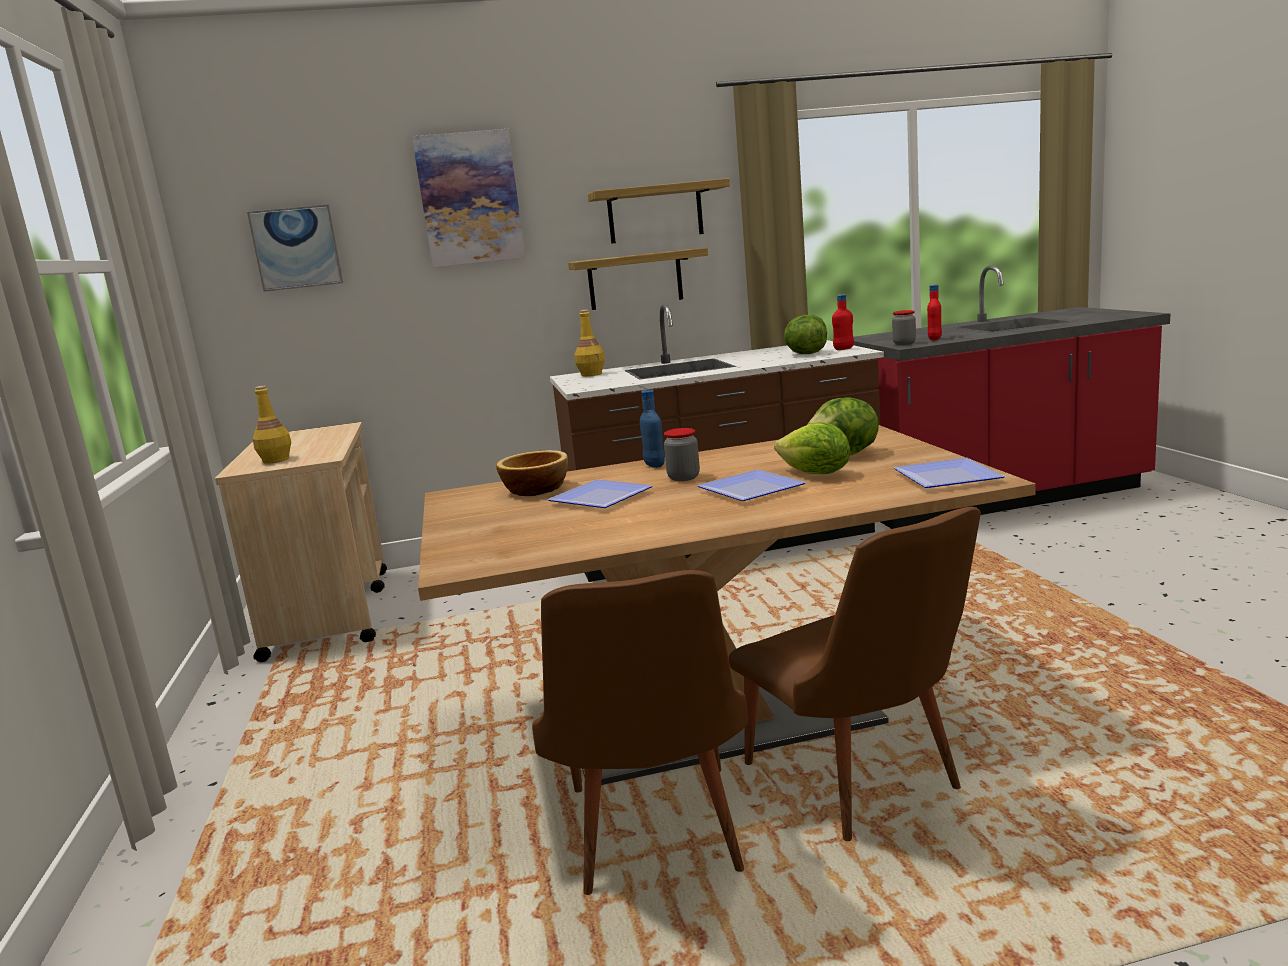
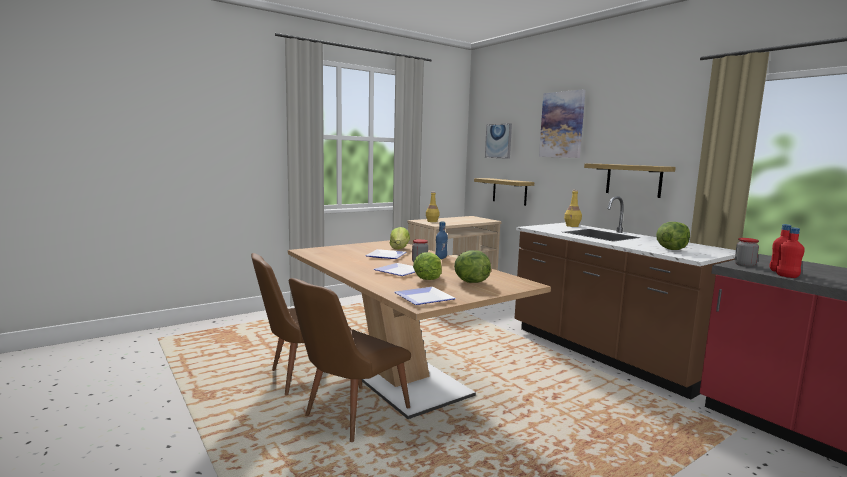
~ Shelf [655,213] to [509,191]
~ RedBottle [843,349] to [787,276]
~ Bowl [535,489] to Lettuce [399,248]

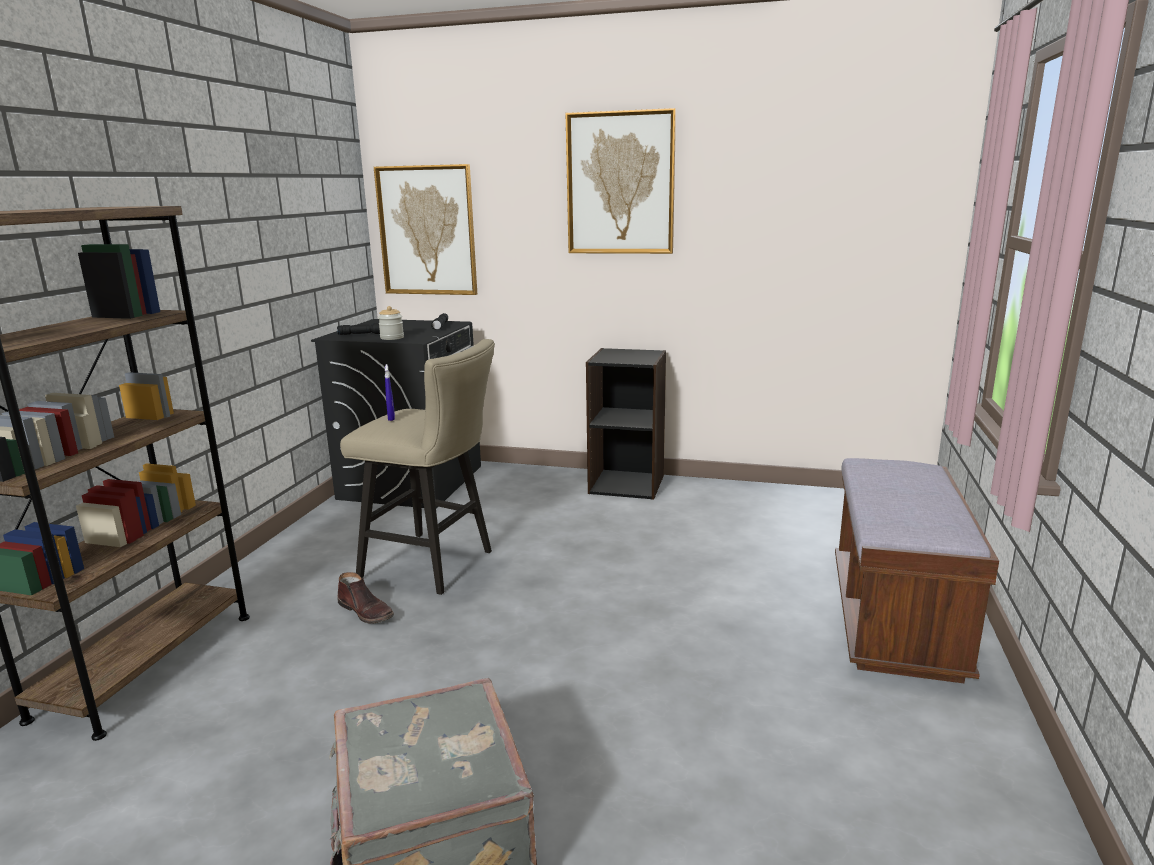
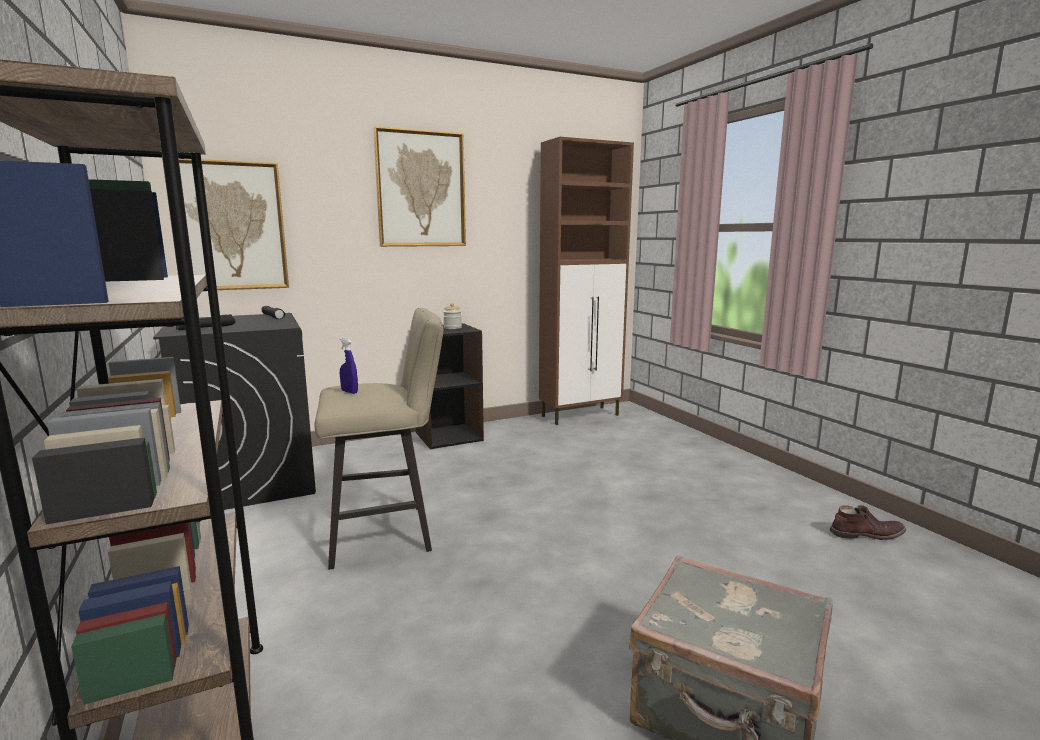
- BrownBench [894,619]
+ BrownCabinet [581,415]
~ BrownBoot [367,611] to [865,534]
~ Jar [392,338] to [452,328]

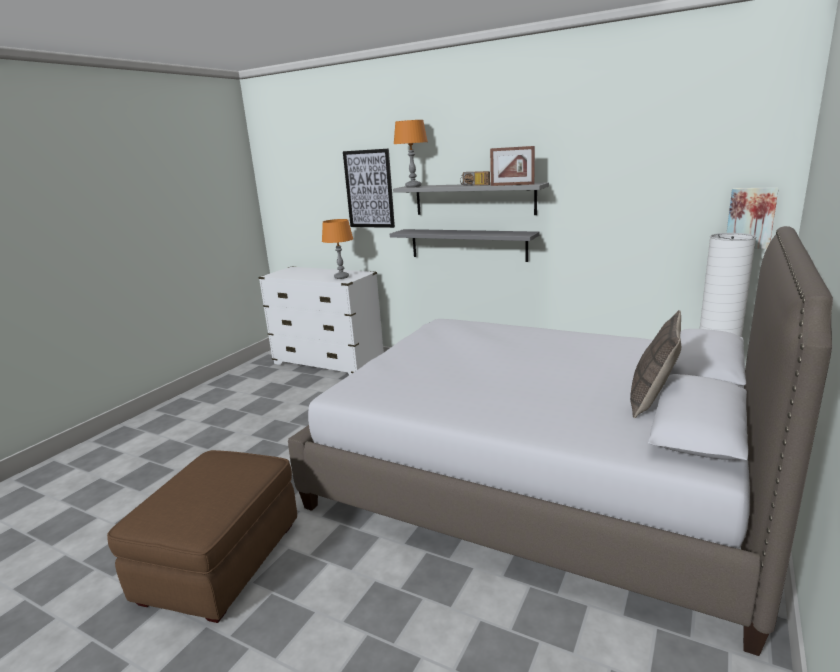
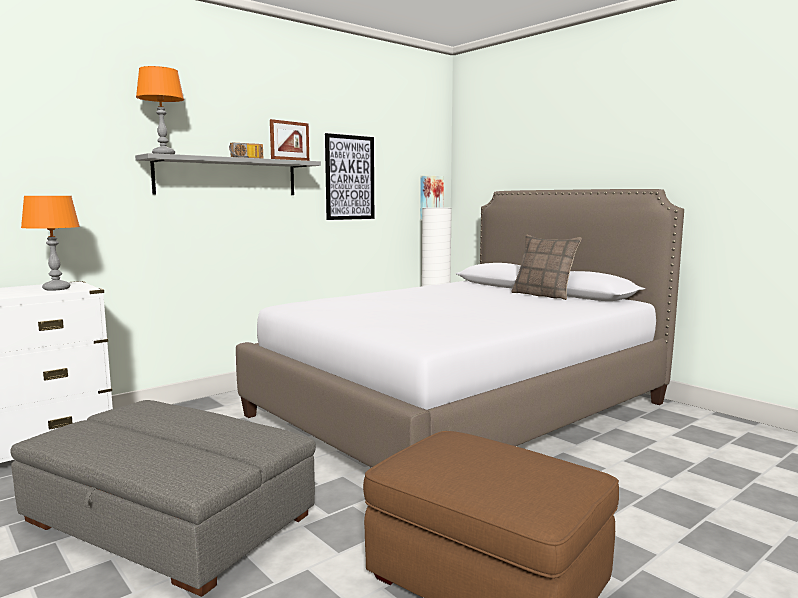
- GreyShelf [467,244]
+ GreyOttoman [170,517]
~ Picture [369,189] to [349,177]

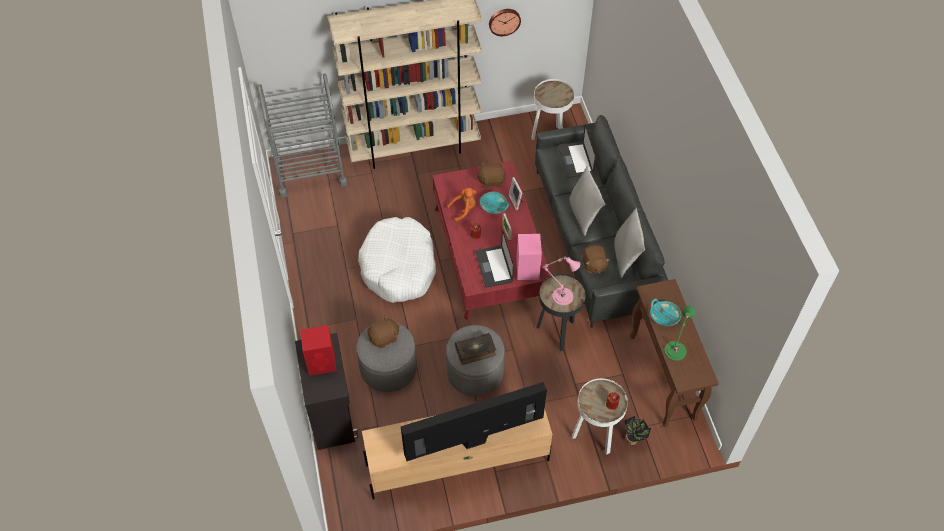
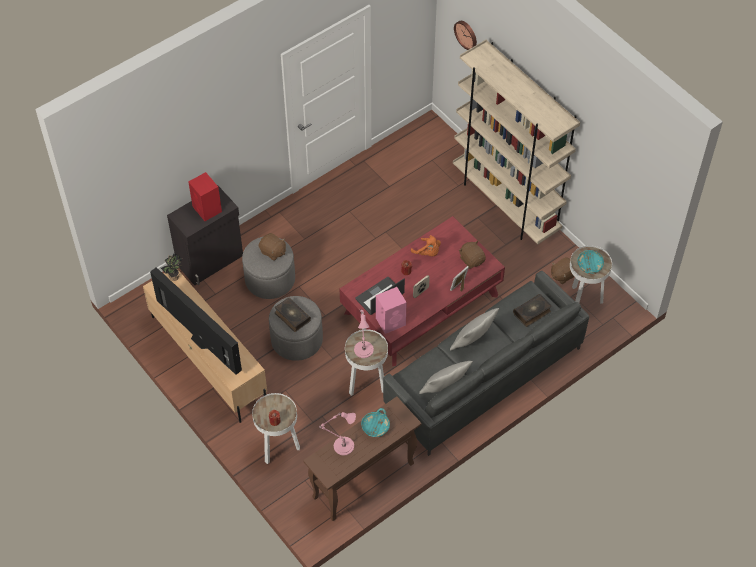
- GreyCart [310,172]
- WhiteDogBed [399,267]
~ TurquoiseBowl [494,206] to [589,265]
~ WallClock [504,21] to [466,34]
~ BrownPlushToy [593,265] to [562,275]
~ PottedPlant [633,440] to [174,278]
~ Laptop [575,160] to Book [532,313]
~ BlackSideTable [557,333] to WhiteSideTable [366,385]
~ GreenTableLamp [674,352] to PinkTableLamp [342,446]

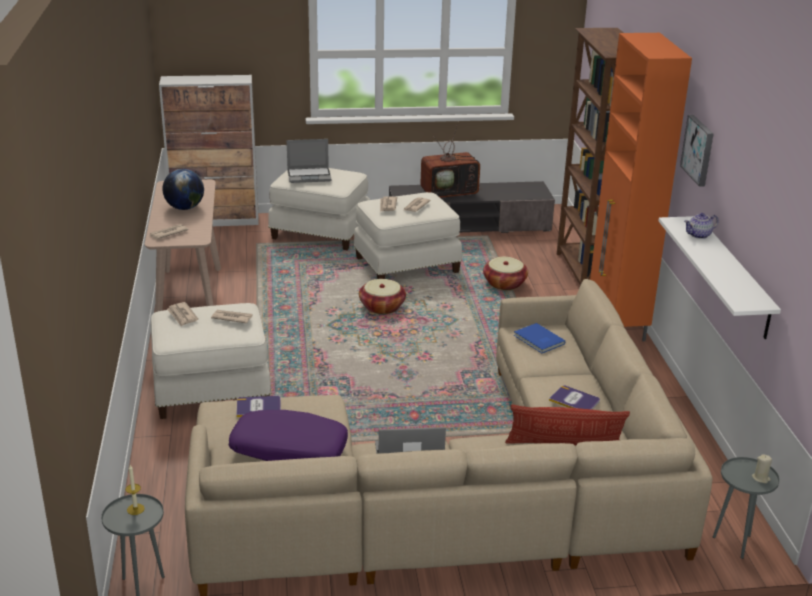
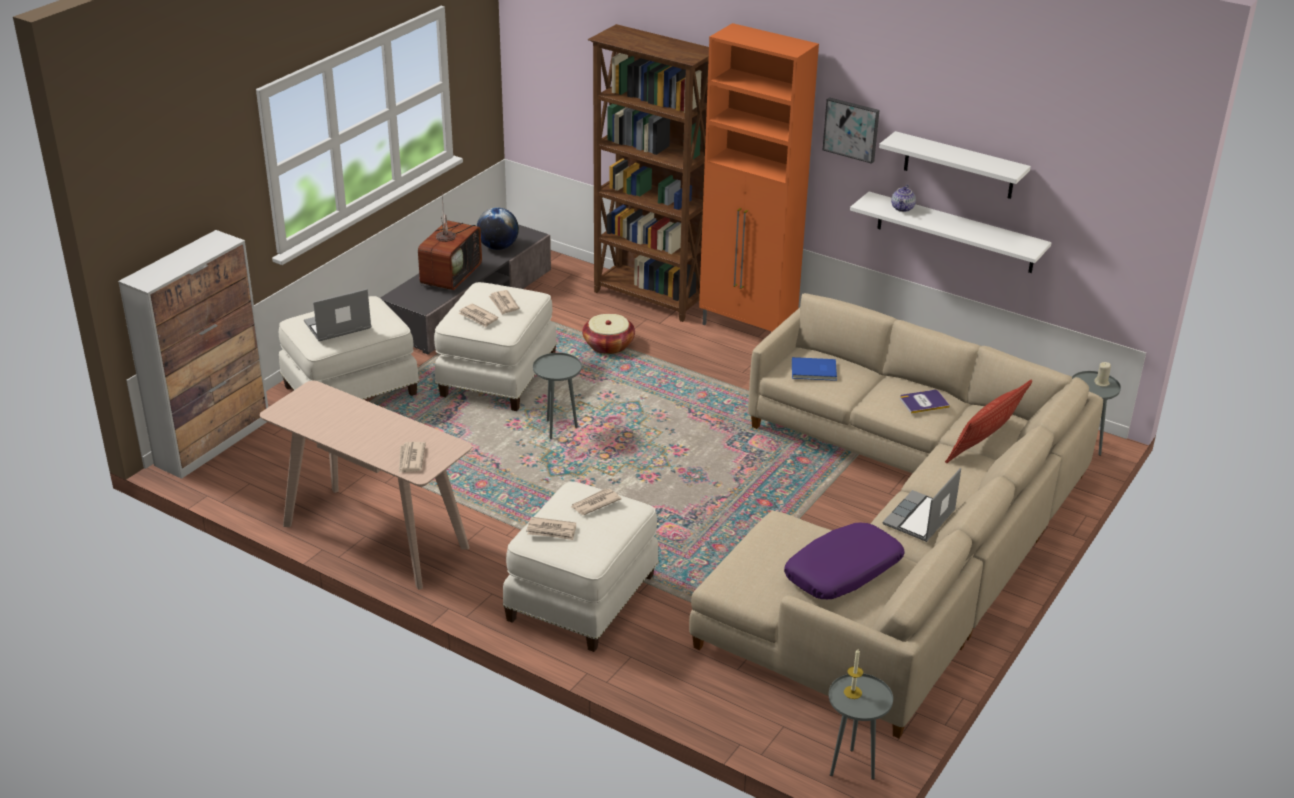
- Book [258,407]
+ WhiteShelf [959,166]
~ Globe [184,208] to [498,247]
~ Basket [382,307] to GreySideTable [558,429]
~ Laptop [309,176] = [337,326] 150 degrees counterclockwise

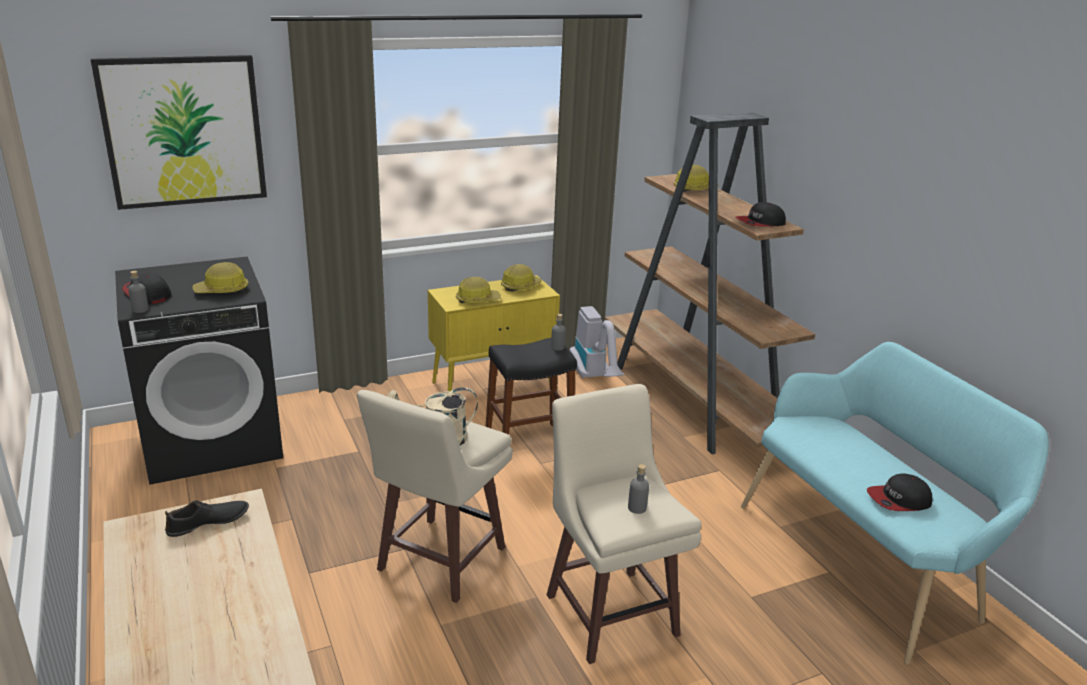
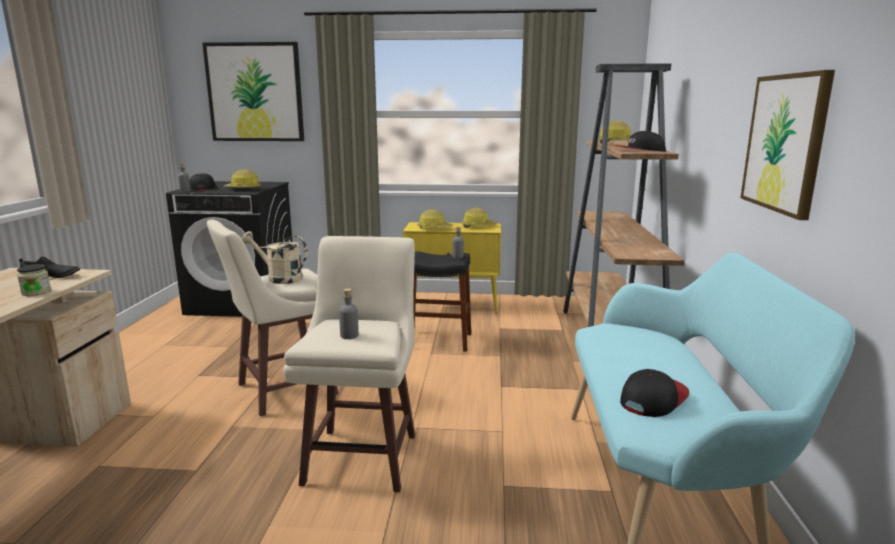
- VacuumCleaner [594,377]
+ Jar [36,292]
+ Picture [785,143]
~ Cap [898,500] = [653,399] 120 degrees clockwise

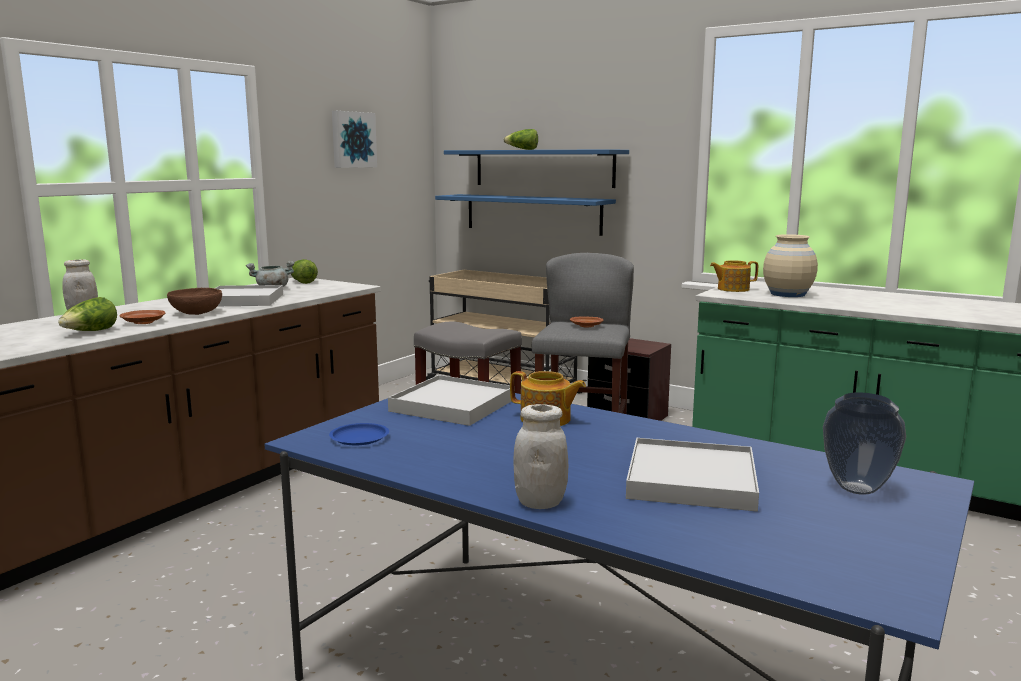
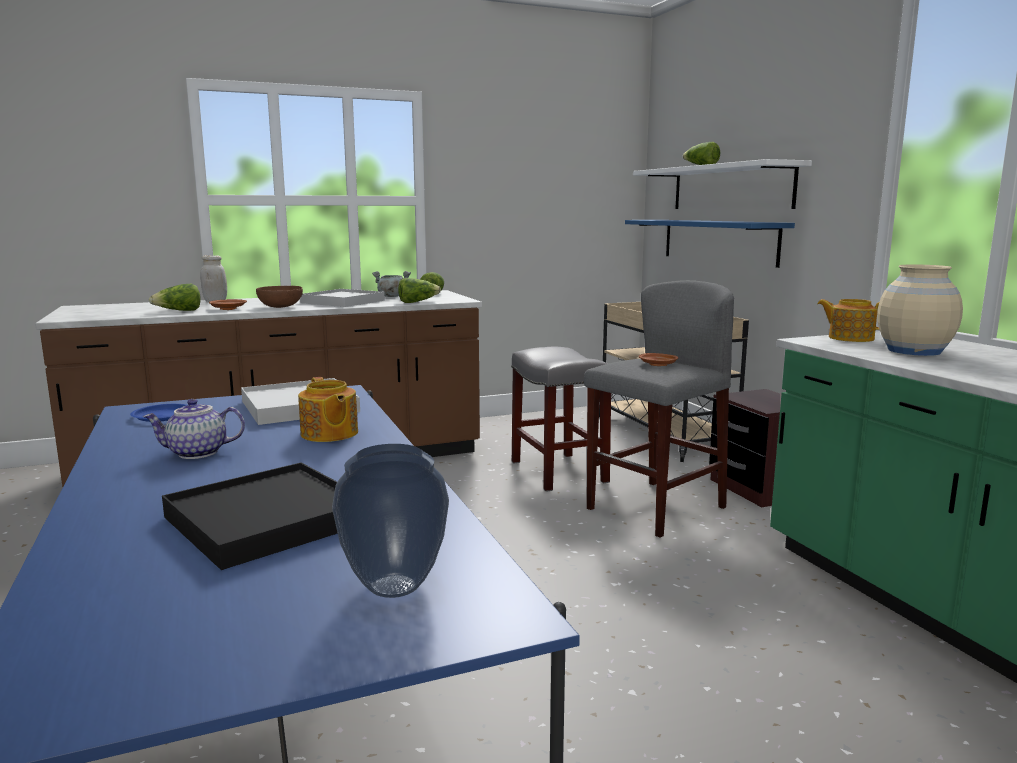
- Picture [352,140]
- WhiteJar [540,503]
+ Teapot [197,453]
+ Lettuce [417,302]
~ BlueShelf [543,168] to WhiteShelf [730,188]
~ WhiteTray [691,480] to BlackTray [267,520]

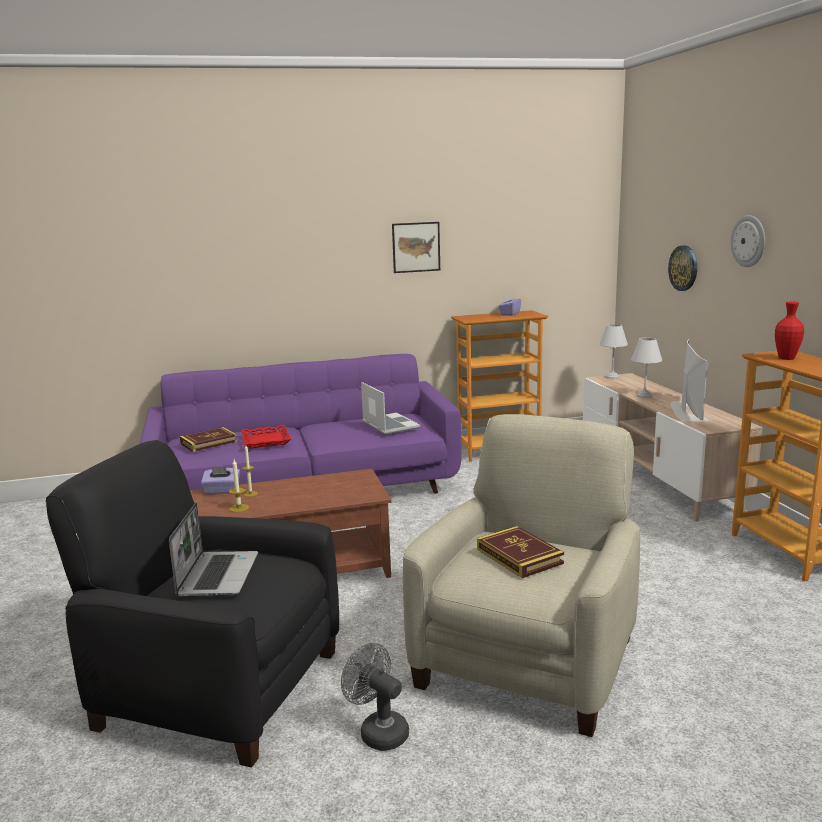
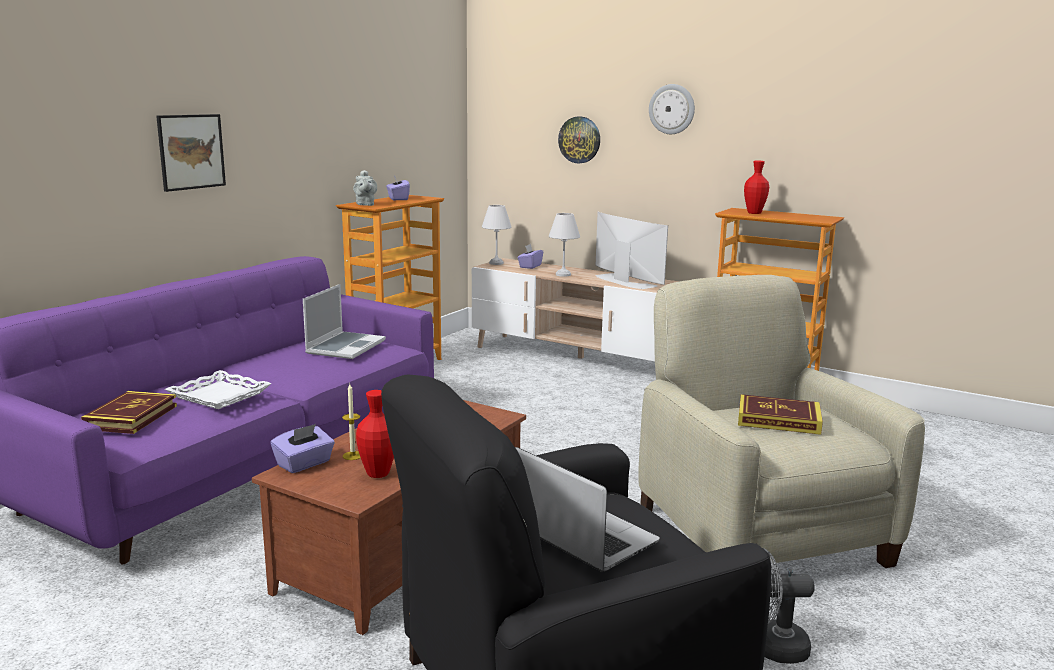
+ GreyTeapot [365,204]
+ PurpleTissueBox [530,266]
~ Picture [416,247] to [191,151]
~ Candle [239,508] to RedVase [378,474]
~ RedTray [266,440] to WhiteTray [220,395]
~ Laptop [389,425] = [345,347] 90 degrees clockwise

